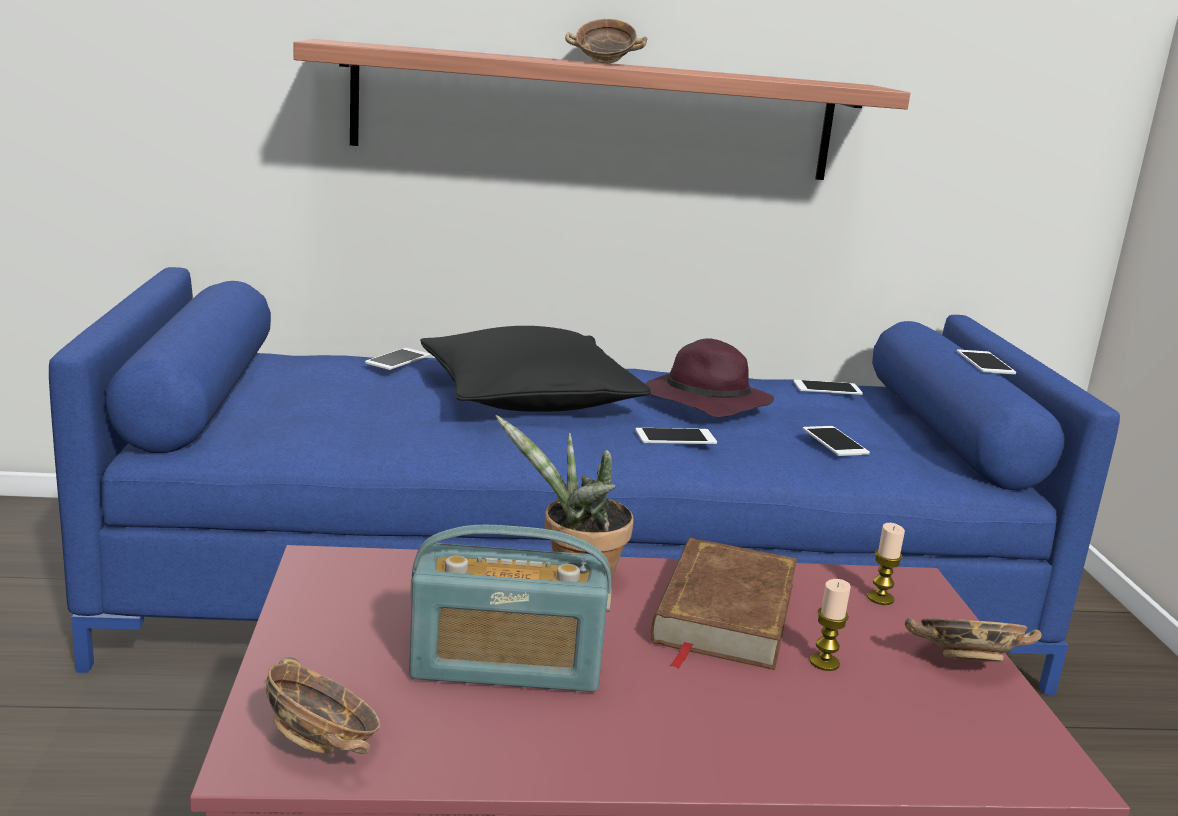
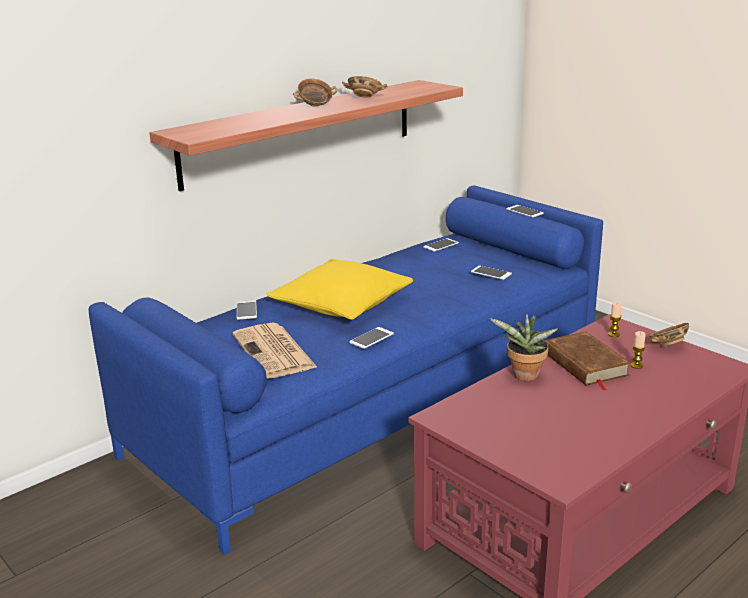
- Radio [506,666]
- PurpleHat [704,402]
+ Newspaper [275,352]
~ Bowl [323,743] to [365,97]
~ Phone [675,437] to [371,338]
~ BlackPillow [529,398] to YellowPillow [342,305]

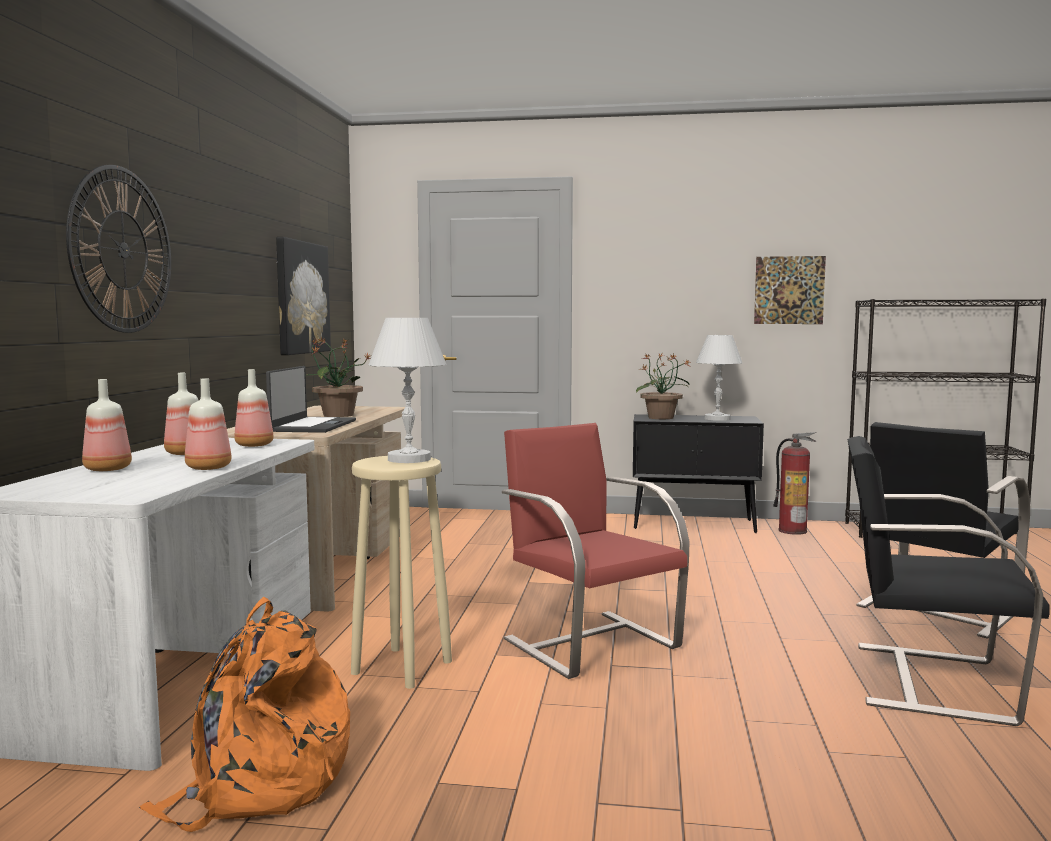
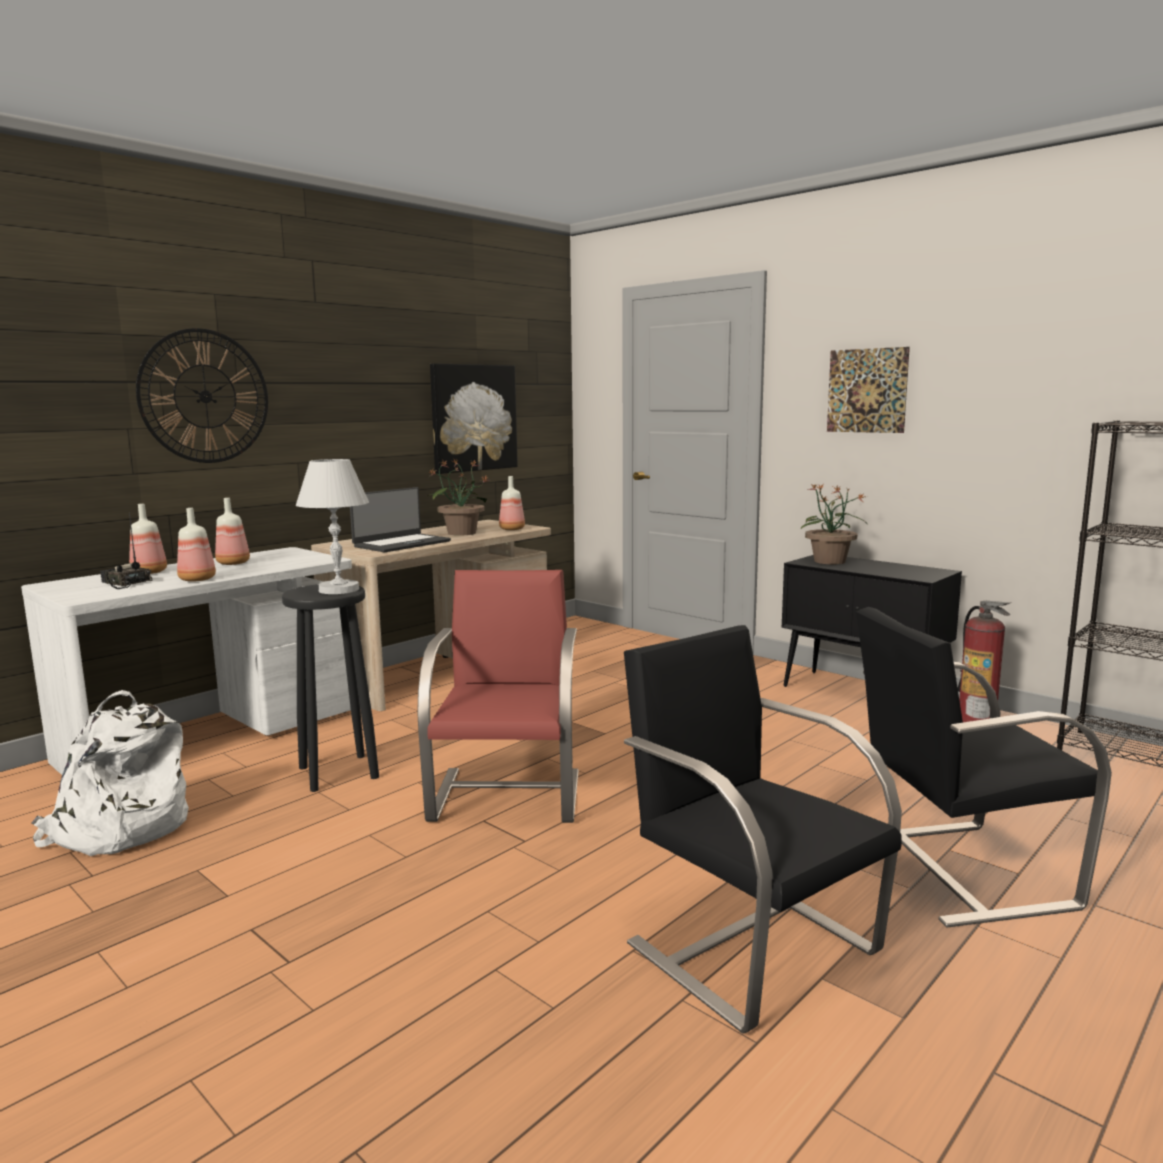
- WhiteTableLamp [717,418]
+ Radio [124,583]
~ Bottle [253,445] to [511,529]
~ Picture [789,290] to [867,390]
~ OrangeBackpack [260,782] to WhiteBackpack [119,829]
~ BeigeStool [401,668] to BlackStool [337,773]

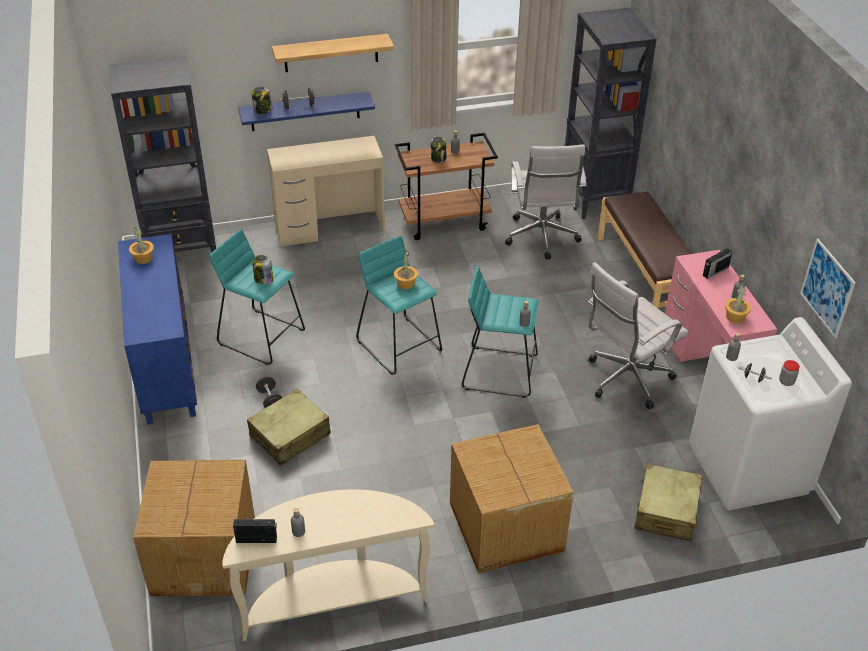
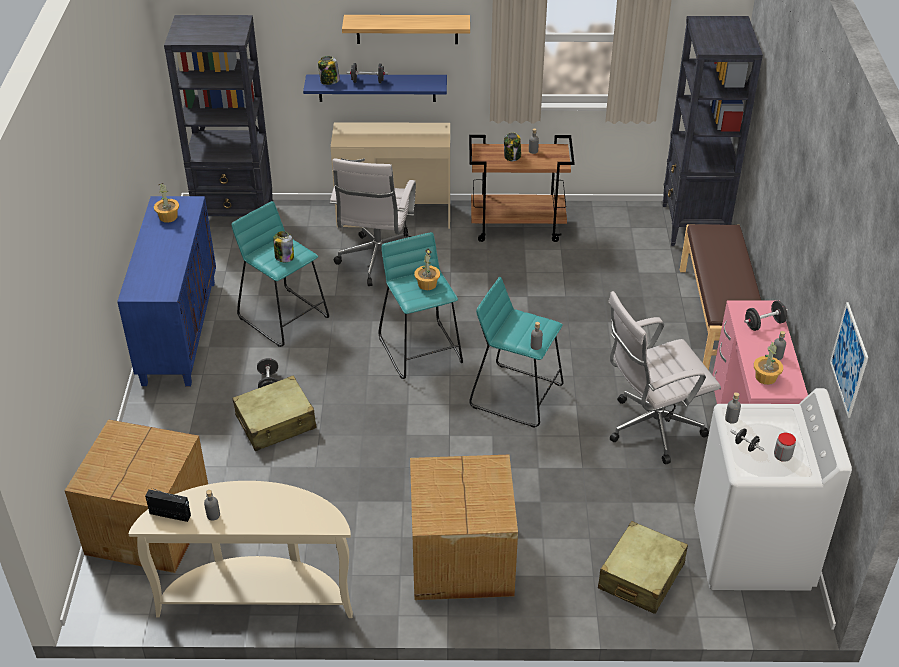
~ WhiteOfficeChair [542,238] to [377,262]
~ Radio [715,271] to BlackDumbbell [764,324]

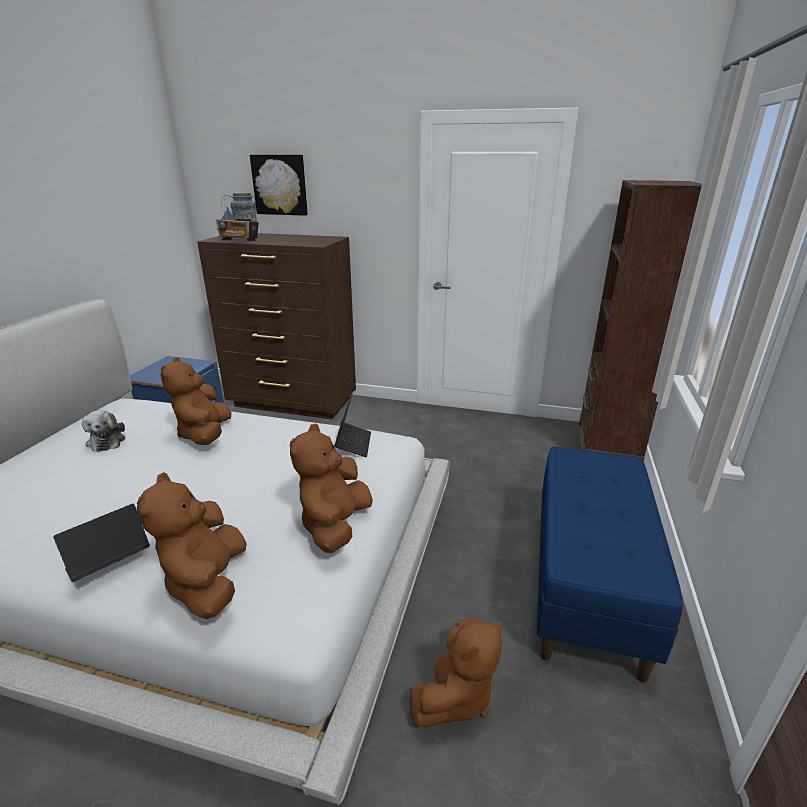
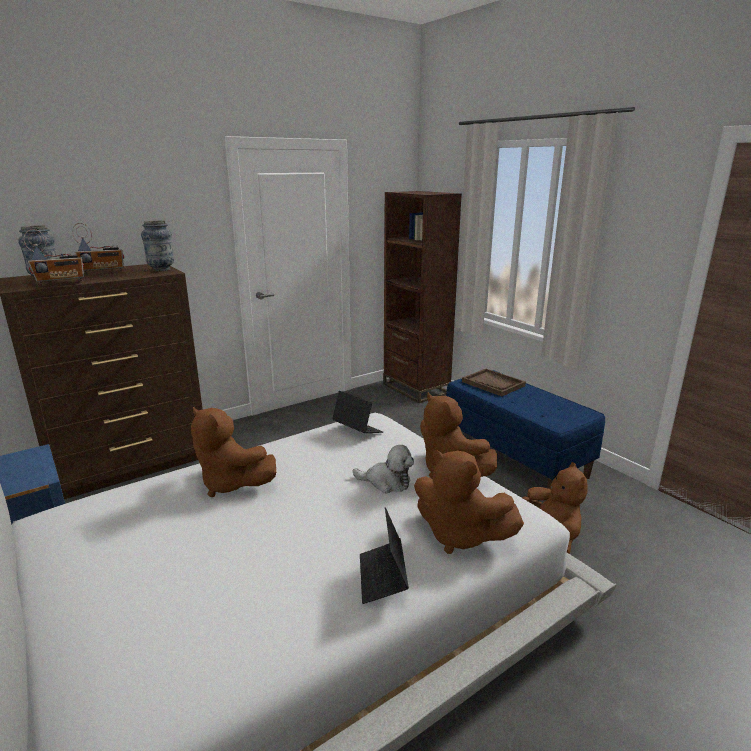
- Picture [280,185]
+ Radio [103,273]
+ Vase [161,269]
+ BrownTray [493,384]
~ PlushToy [106,441] to [386,482]

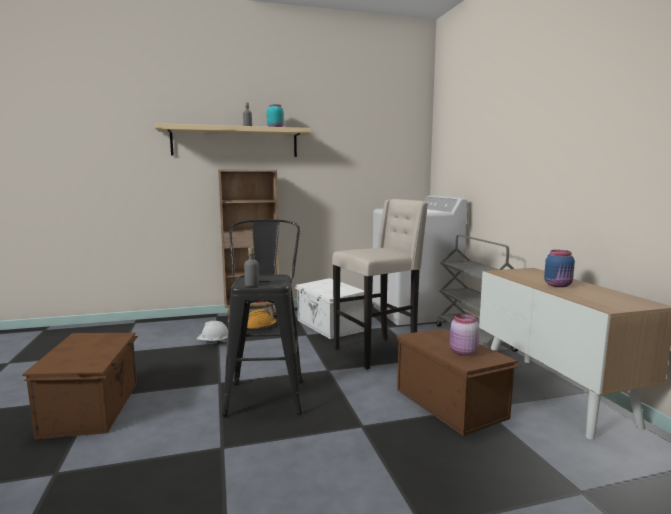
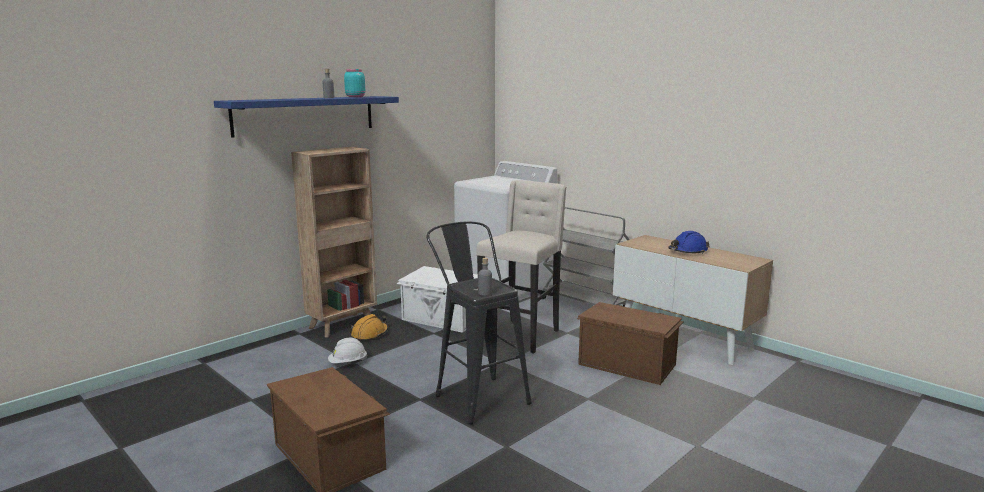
- PinkJar [462,352]
~ BlueJar [558,285] to BlueHardHat [687,251]
~ BeigeShelf [235,142] to BlueShelf [305,115]

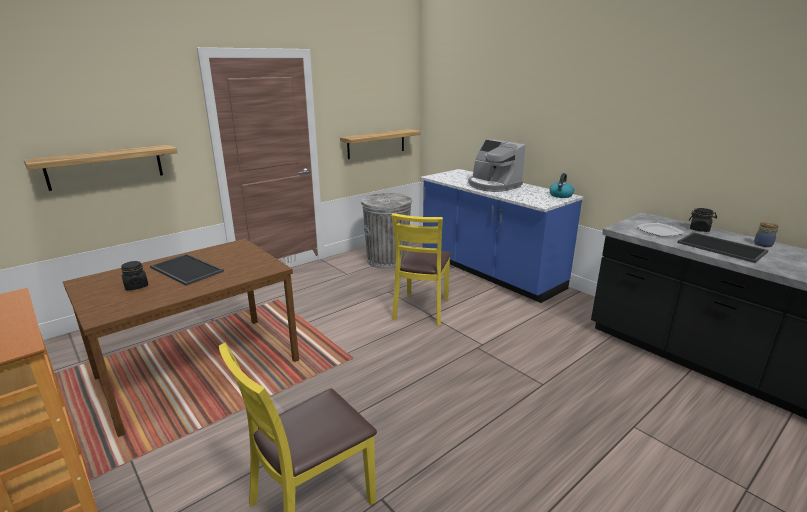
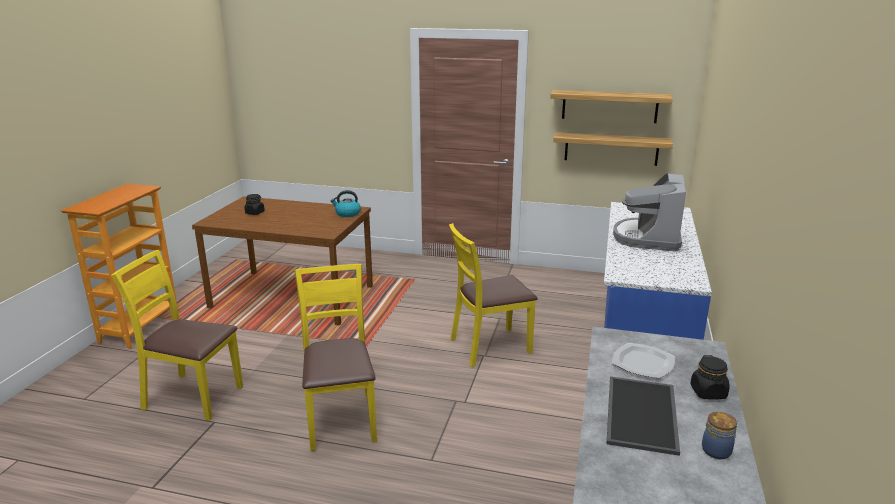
- Tray [185,270]
- GreyTrashCan [387,260]
+ YellowChair [341,420]
~ Shelf [105,167] to [609,106]
~ Kettle [561,195] to [347,214]

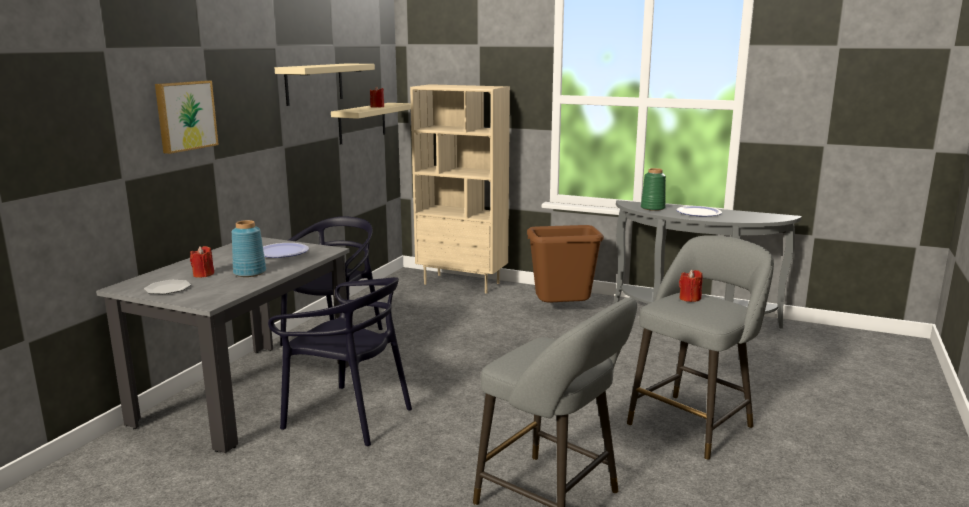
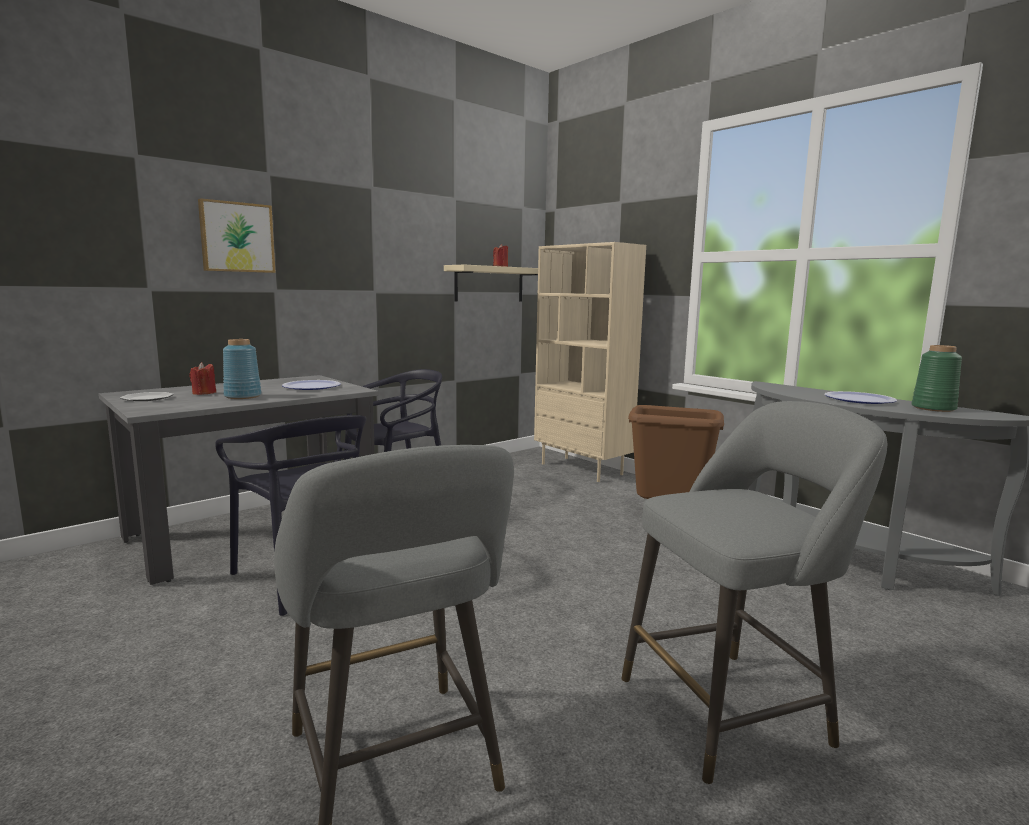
- BeigeShelf [314,83]
- RedCandle [689,298]
~ GreenVase [652,208] to [932,408]

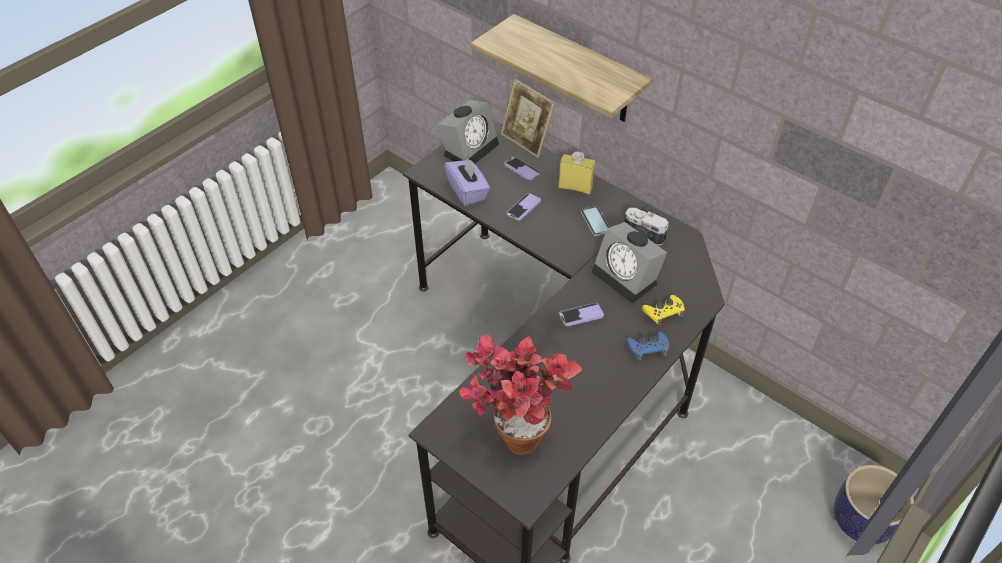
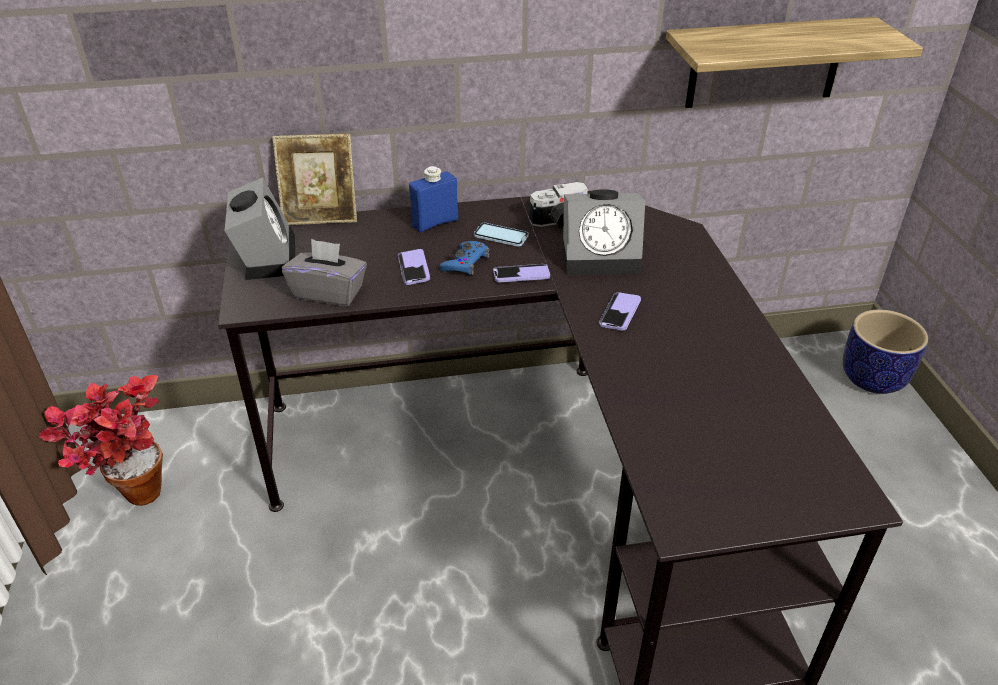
- YellowGameController [663,312]
~ PottedPlant [513,431] to [131,492]
~ Shelf [578,71] to [765,63]
~ Phone [522,169] to [521,275]
~ BlueGameController [648,348] to [465,263]
~ PurpleTissueBox [467,191] to GreyTissueBox [329,292]
~ YellowBottle [575,187] to BlueBottle [435,223]

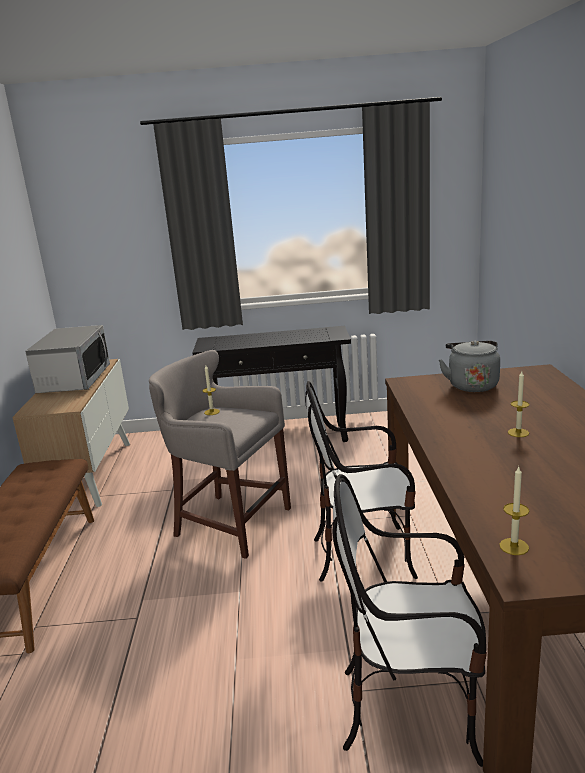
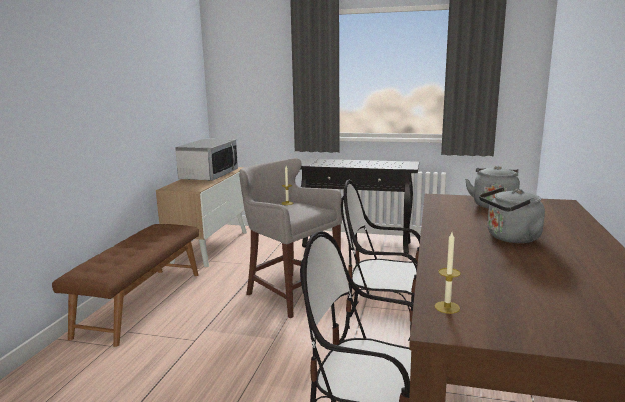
~ Candle [518,432] to GreyKettle [510,238]

